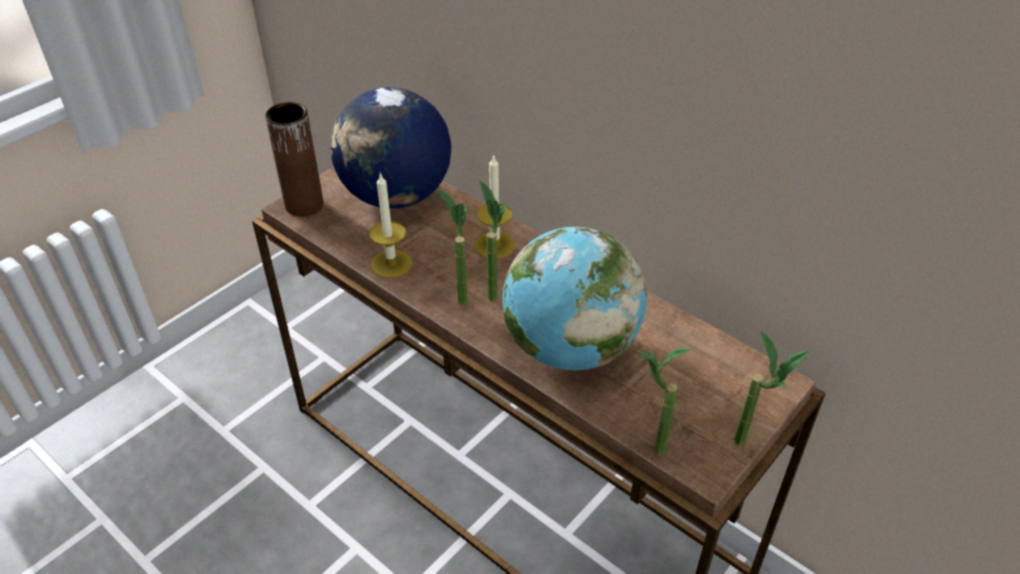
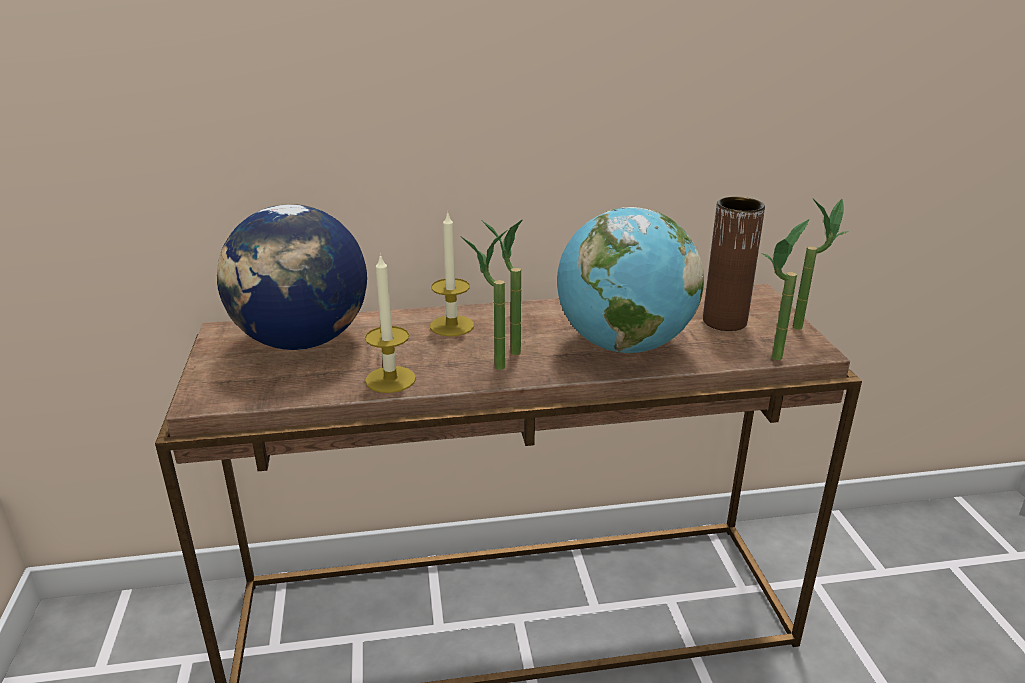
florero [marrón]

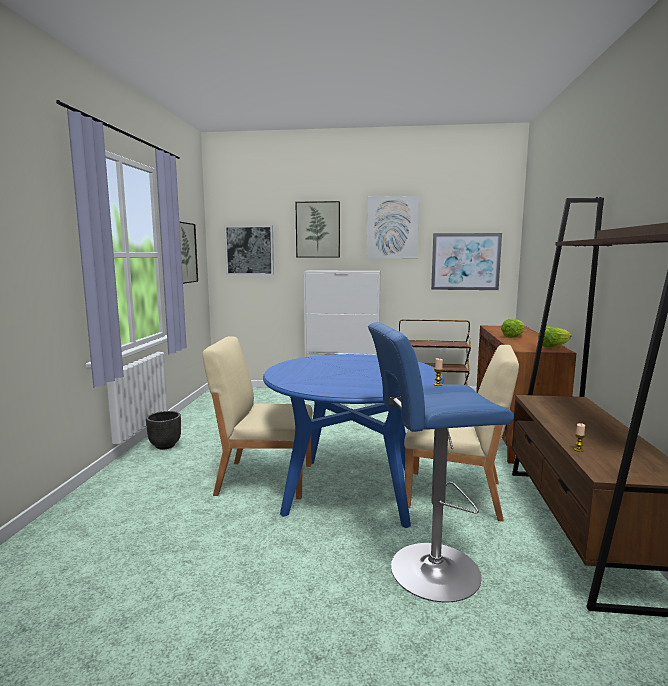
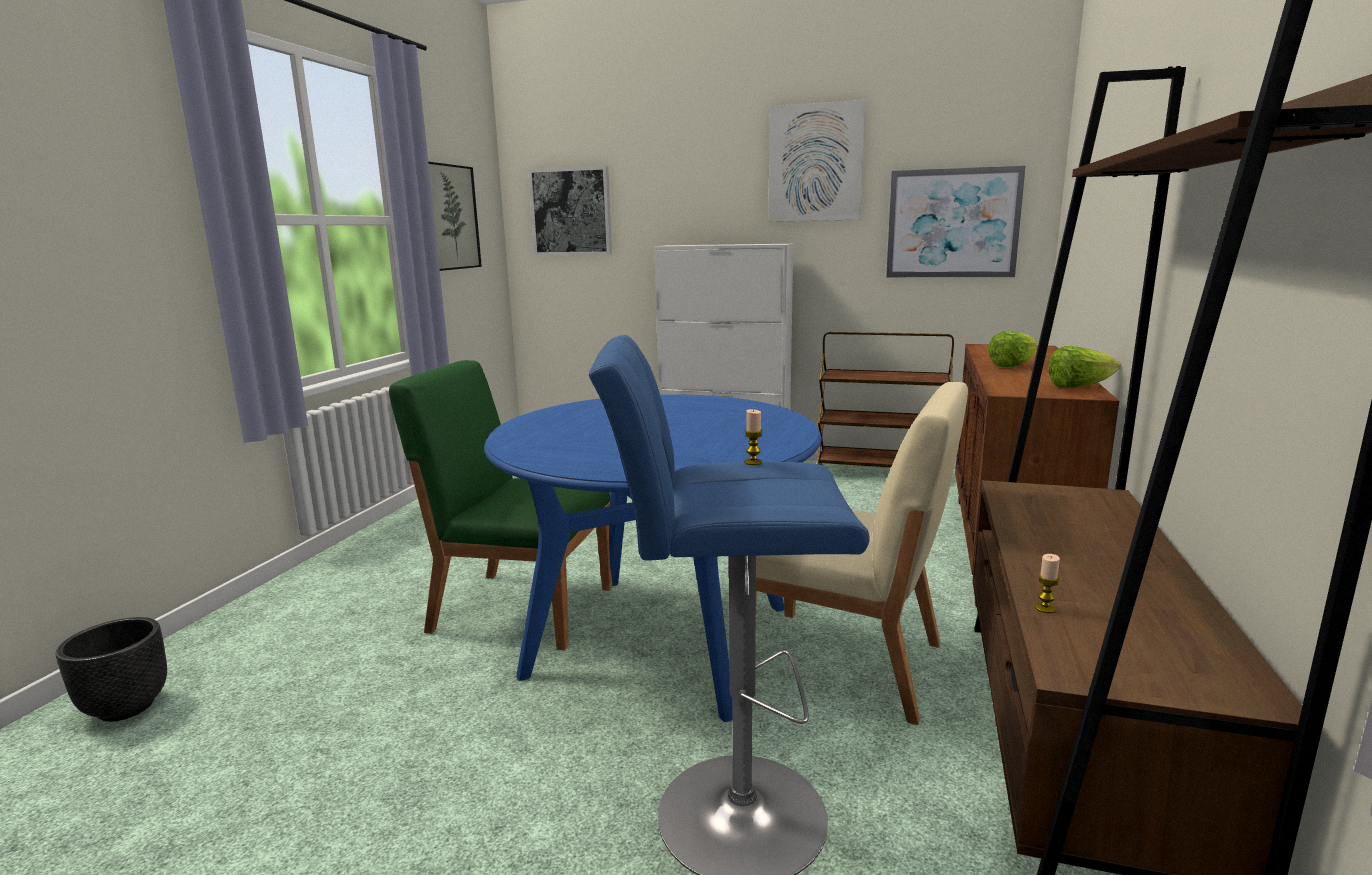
maceta [negro]
silla [verde]
cuadro (no. 3 from left in the first image)

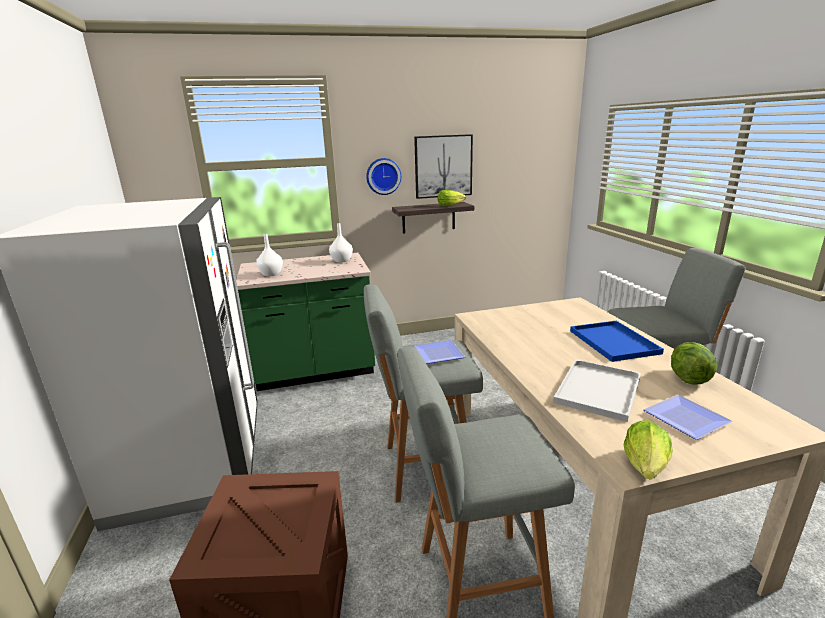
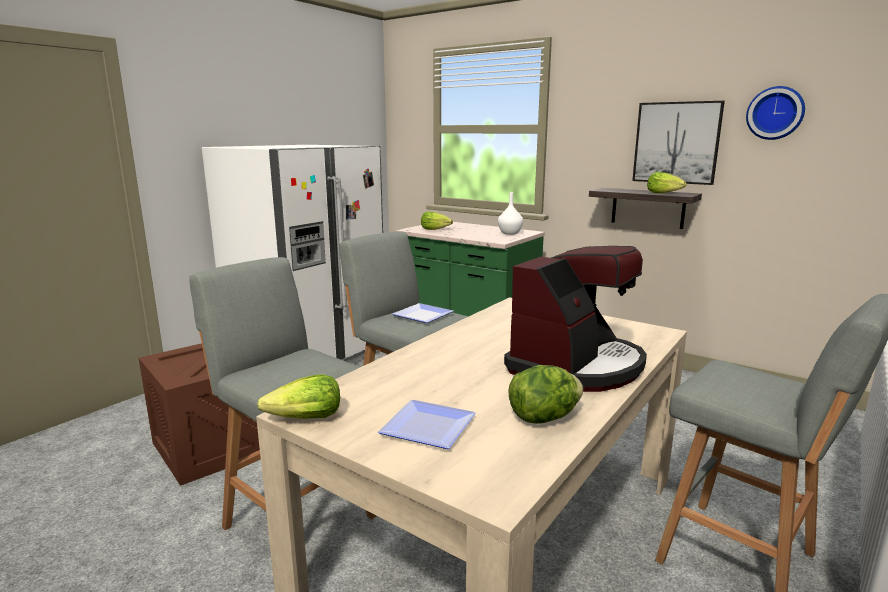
lechuga (no. 2 from left)
cafetera
reloj de pared
bandeja [blanco]

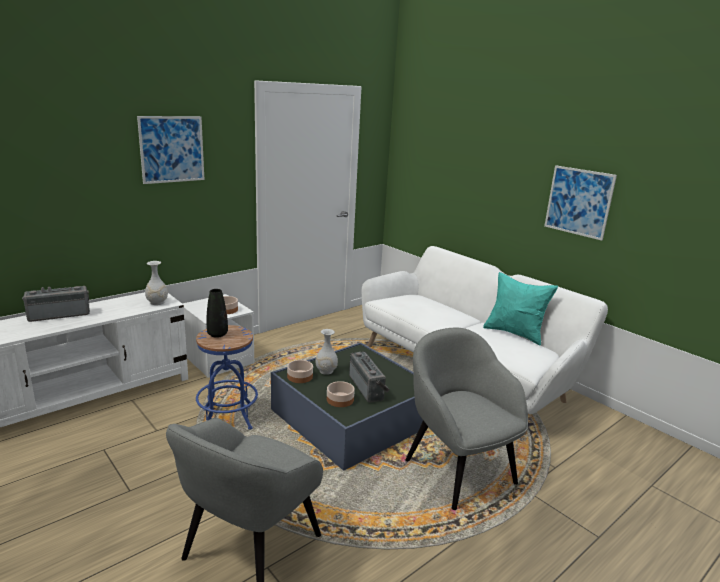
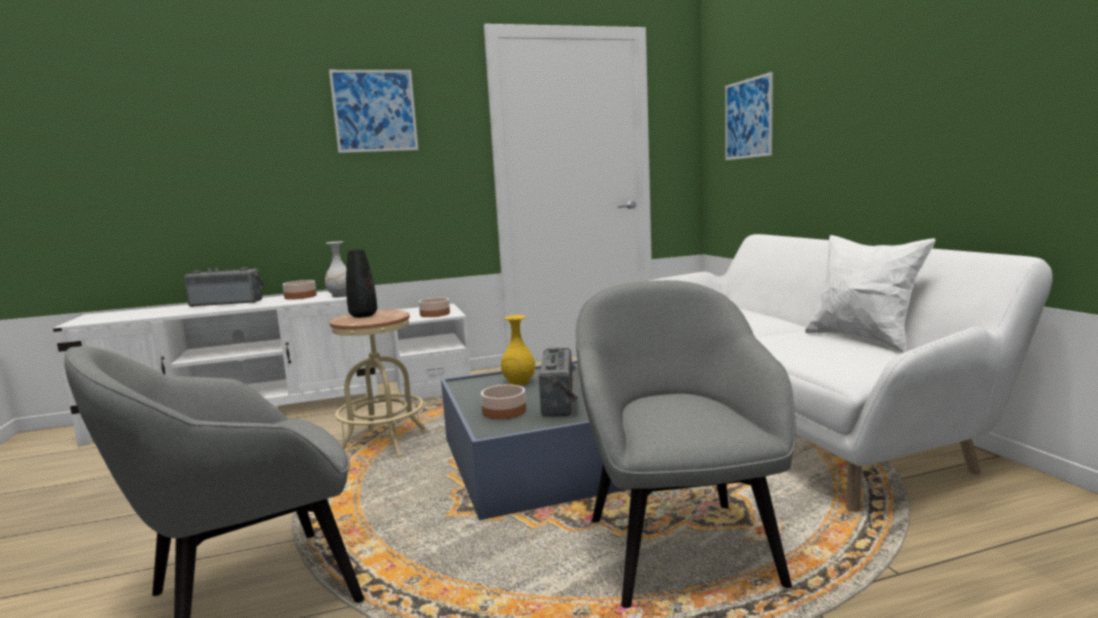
cuenco (no. 1 from left)
taburete [beis]
florero [amarillo]
cuadro (no. 2 from left)
cojín [blanco]

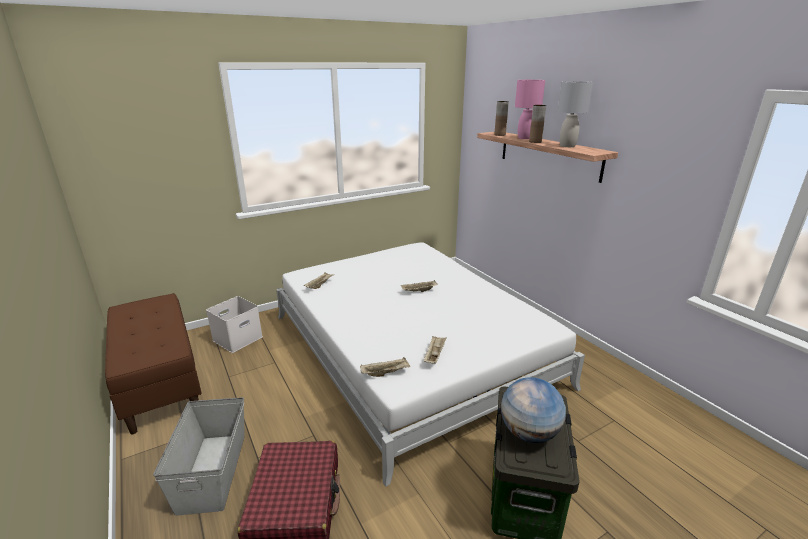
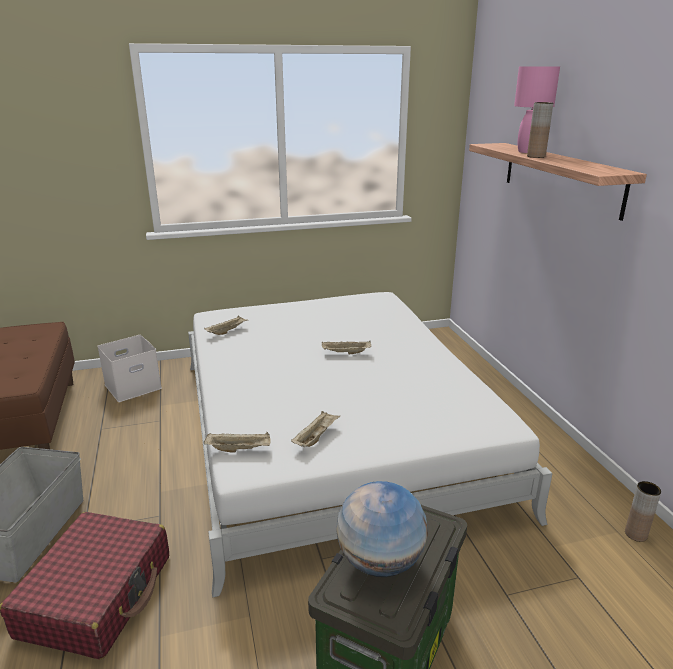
florero [marrón] (no. 2 from left)
lámpara de mesa [gris]

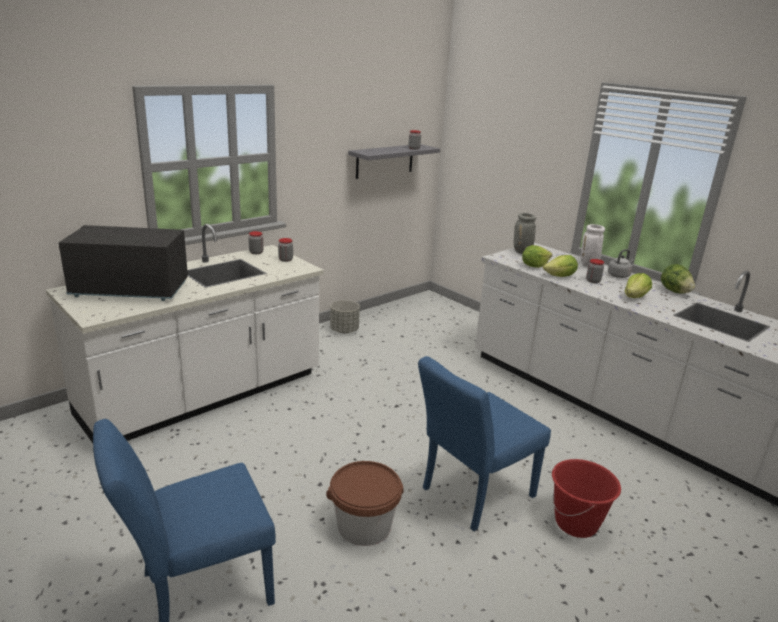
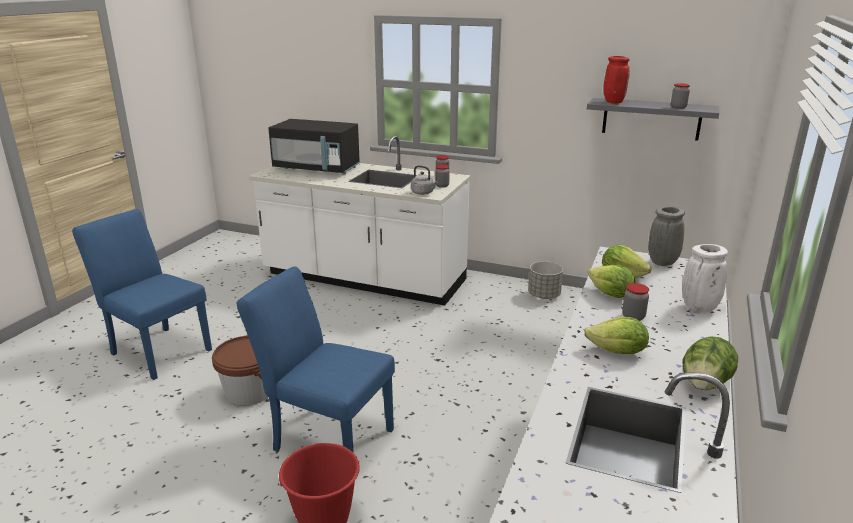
microondas [negro]
hervidor [gris]
florero [rojo]

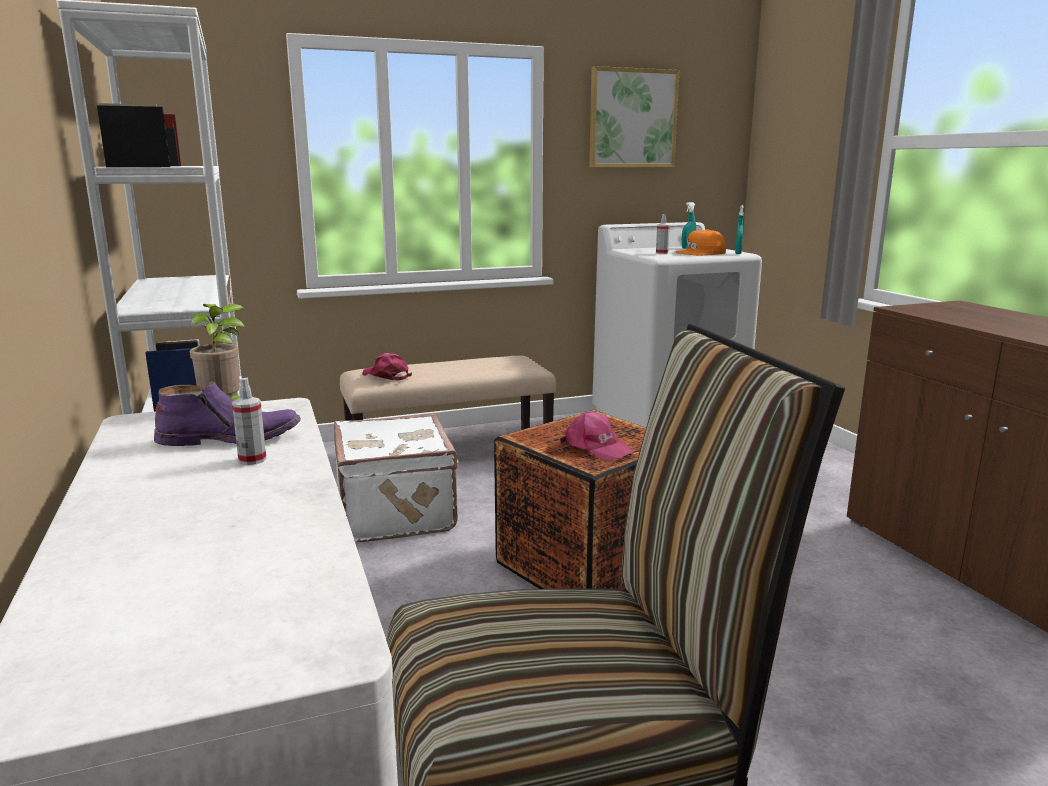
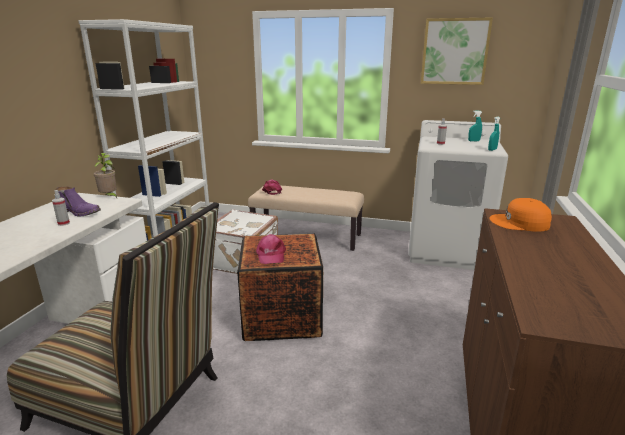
gorra [naranja]

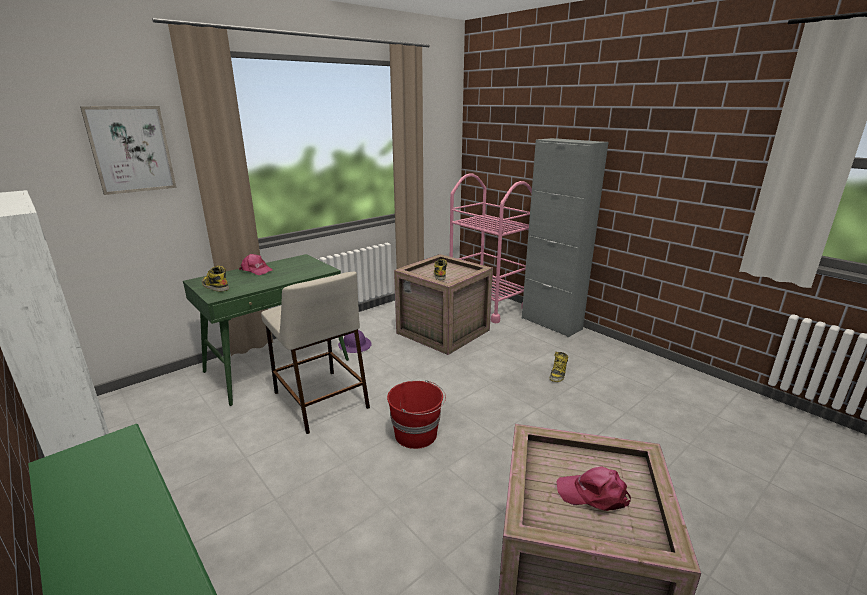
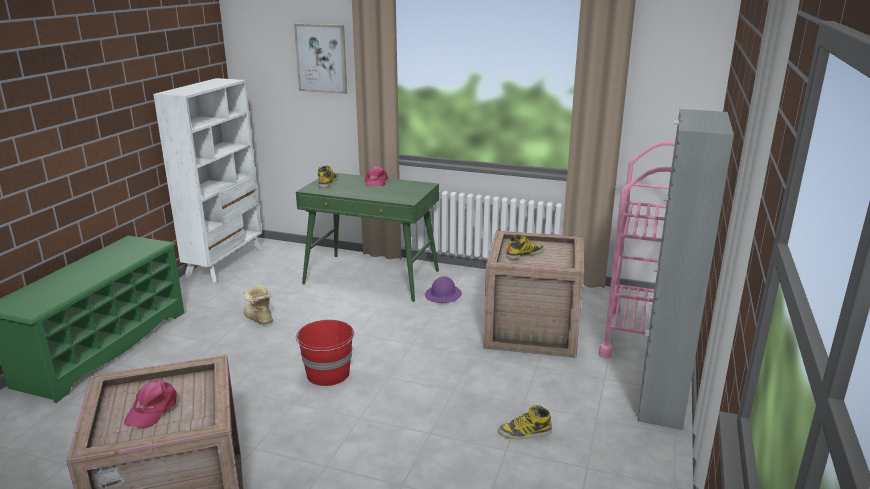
gorra [rosa] (no. 1 from left)
bota (no. 1 from left)
taburete [beis]

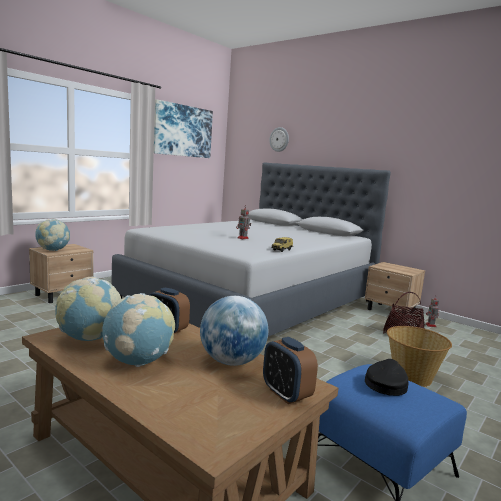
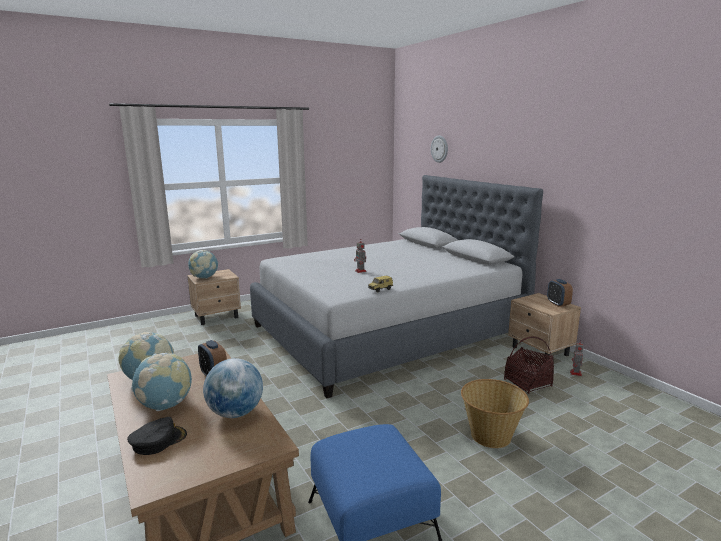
gorra [negro]
despertador (no. 2 from left)
cuadro

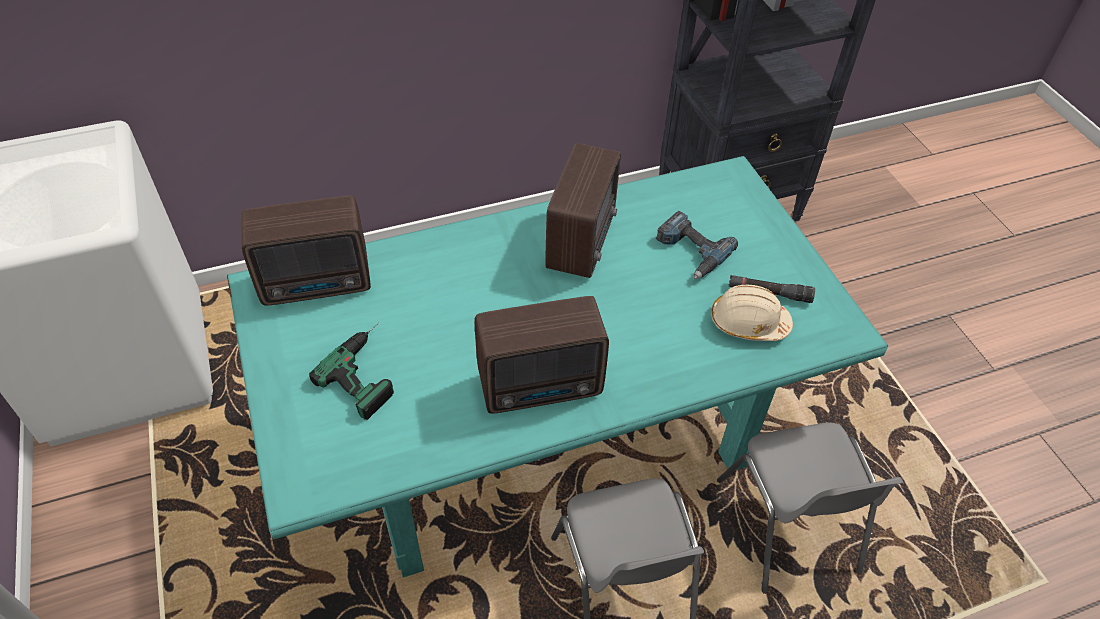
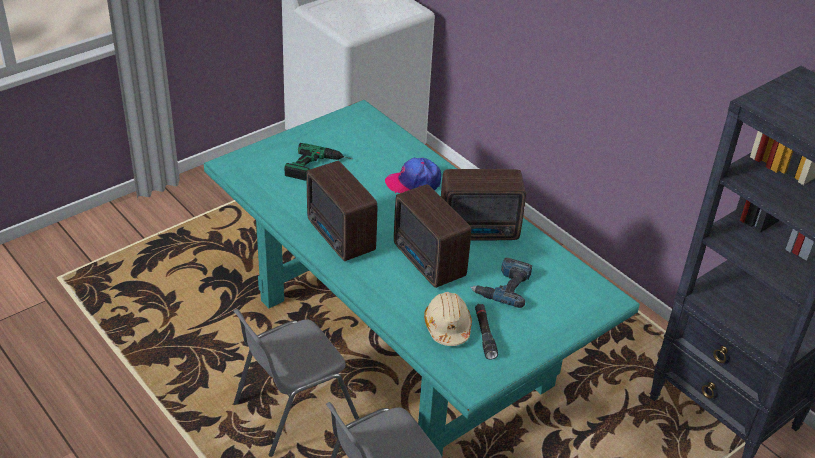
gorra
radio (no. 2 from left)

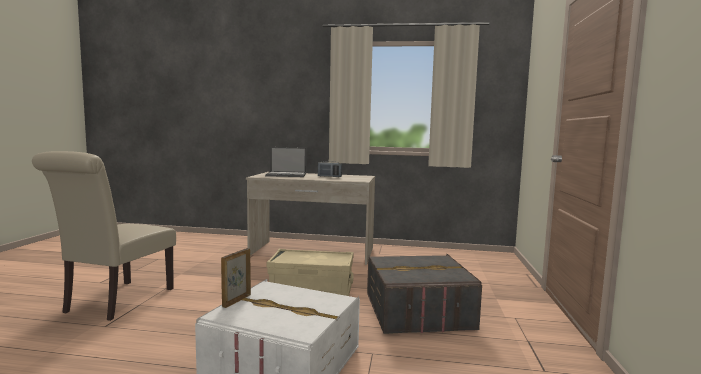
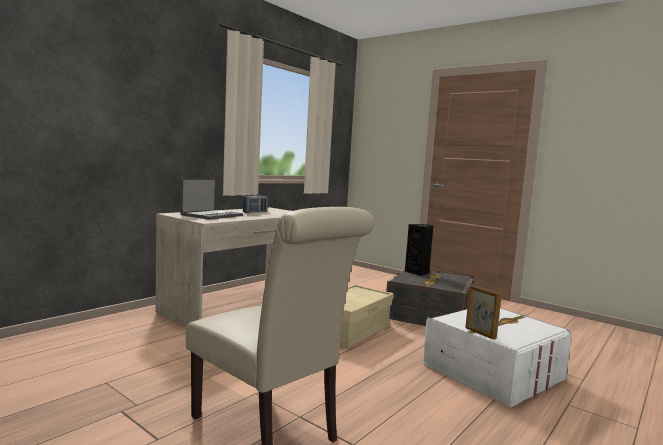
altavoz [negro]

